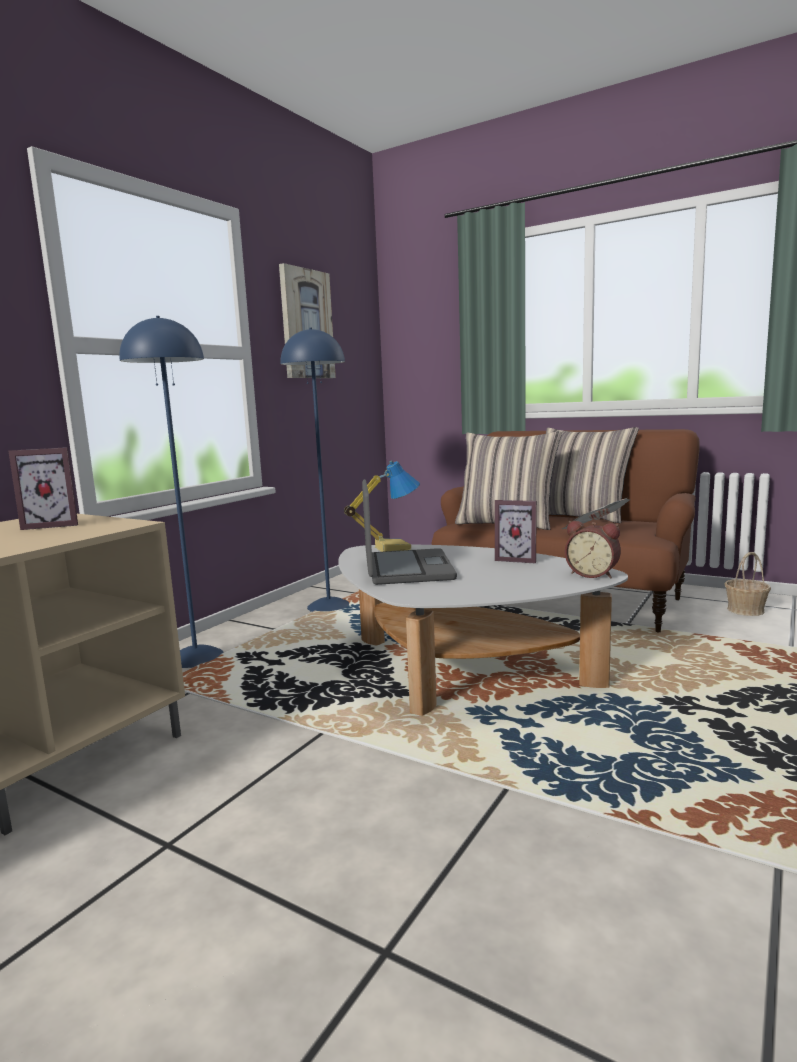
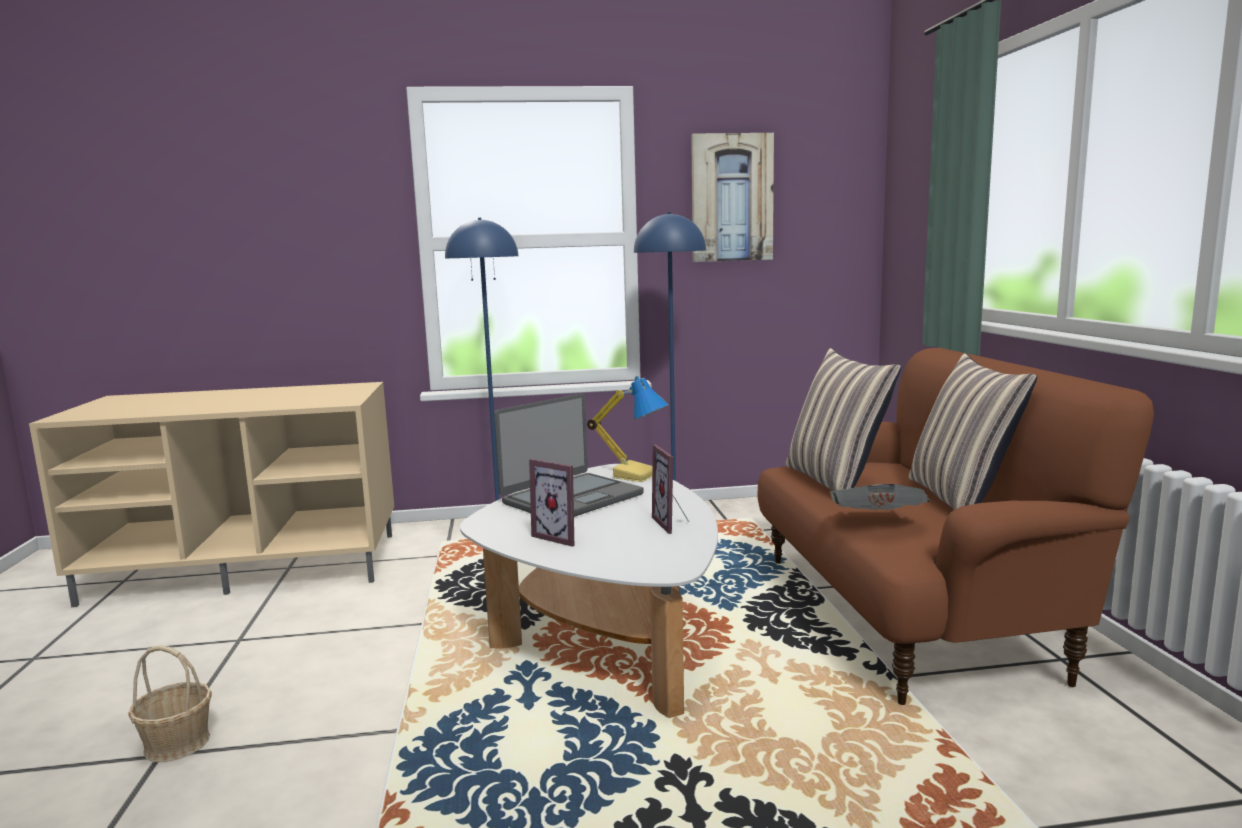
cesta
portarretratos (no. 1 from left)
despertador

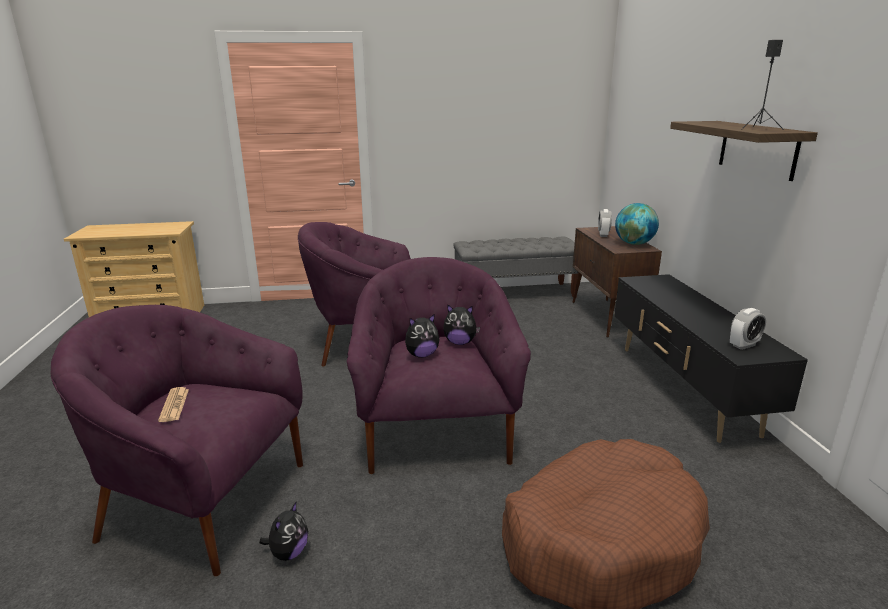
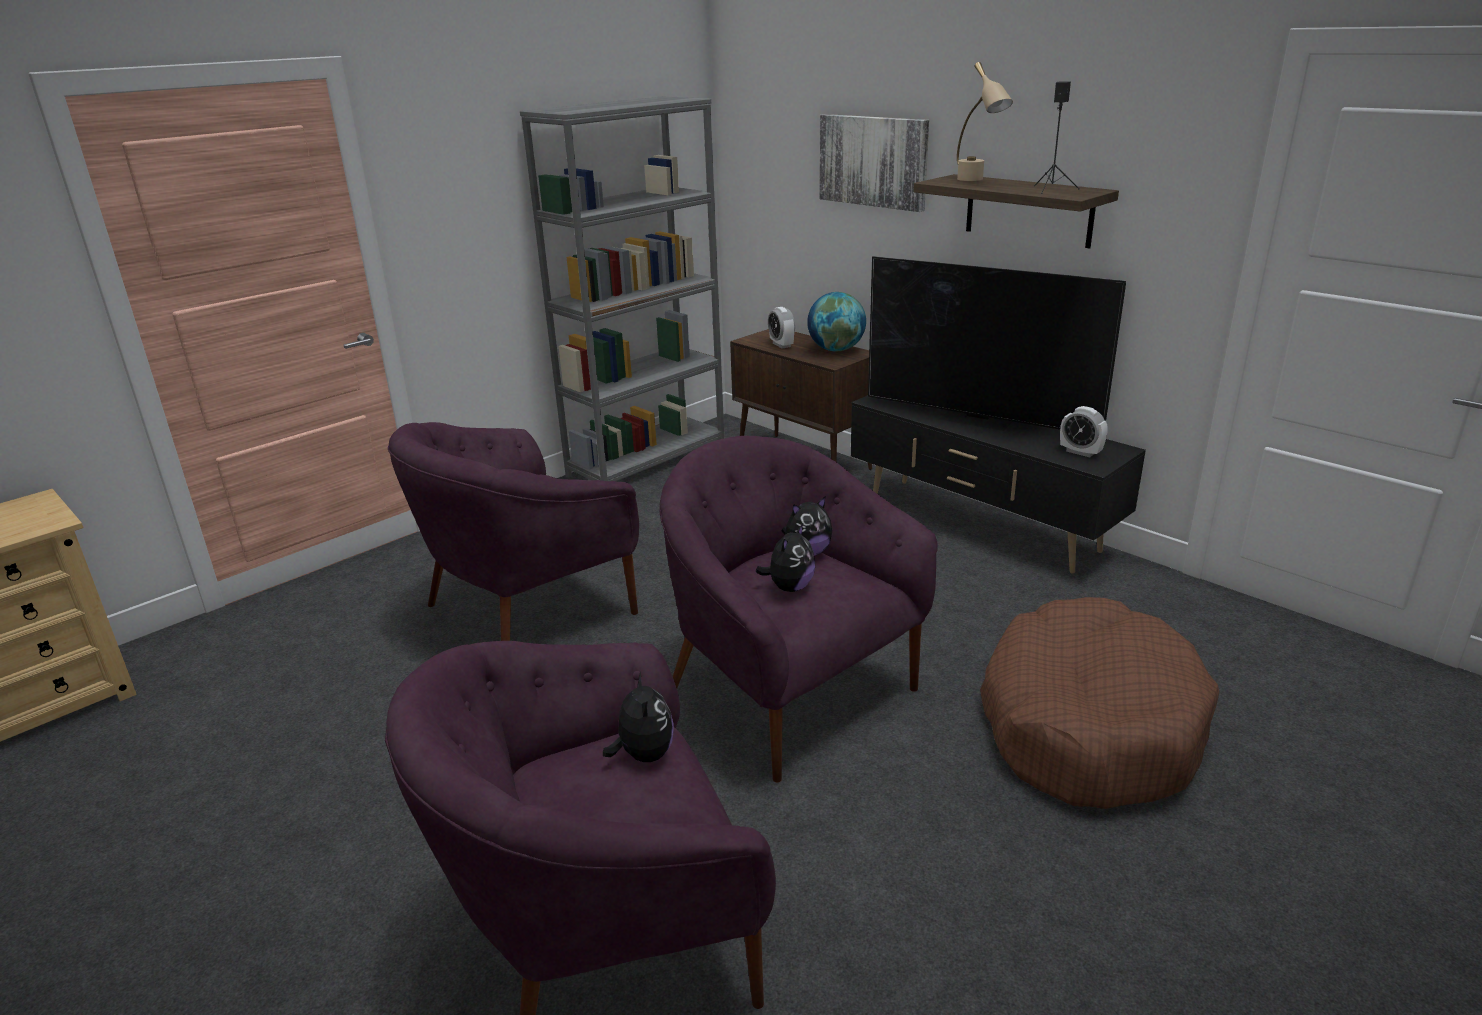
estantería [gris]
peluche (no. 1 from left)
cuadro
televisor
lámpara de mesa [beis]
despertador (no. 2 from left)
periódico

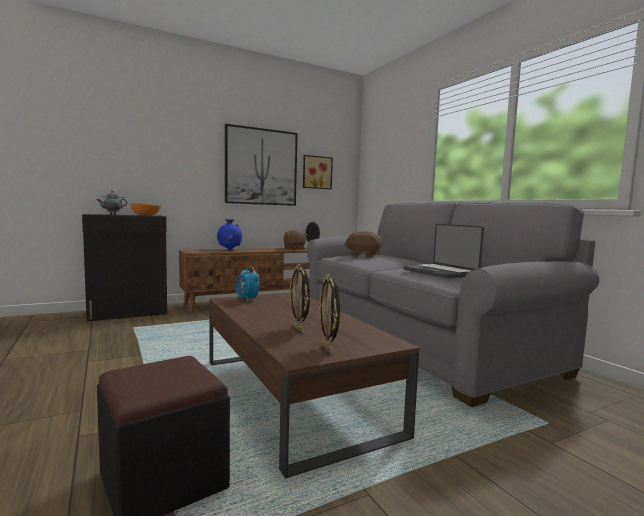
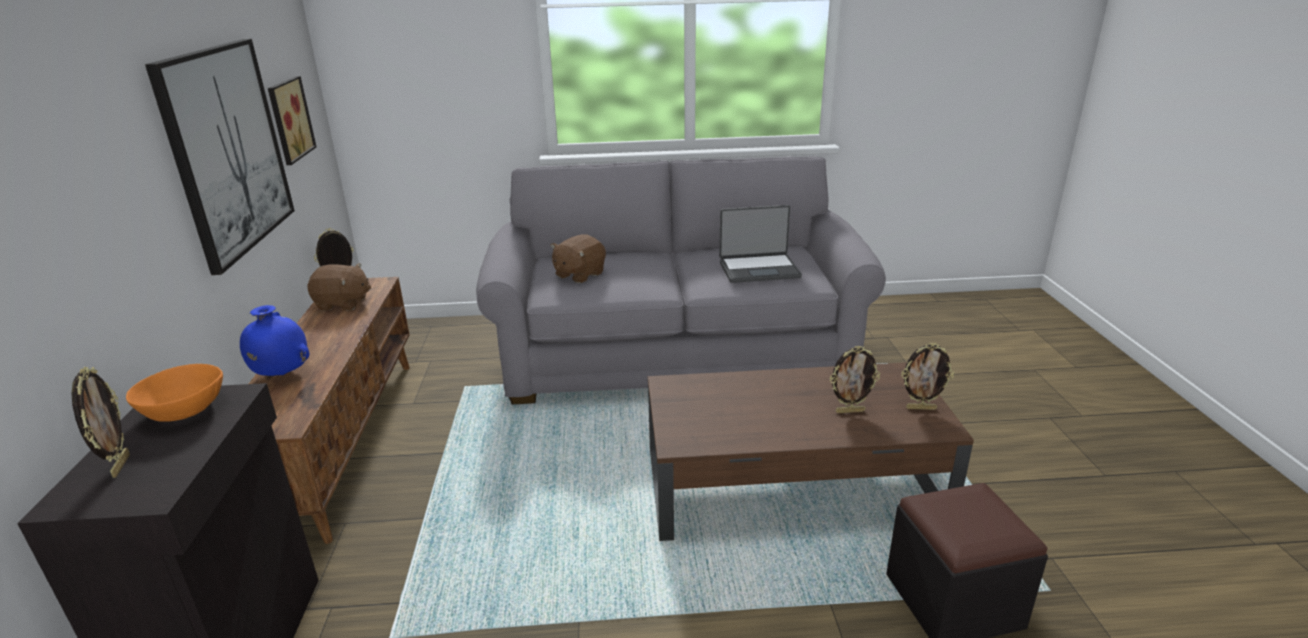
portarretratos (no. 1 from left)
despertador

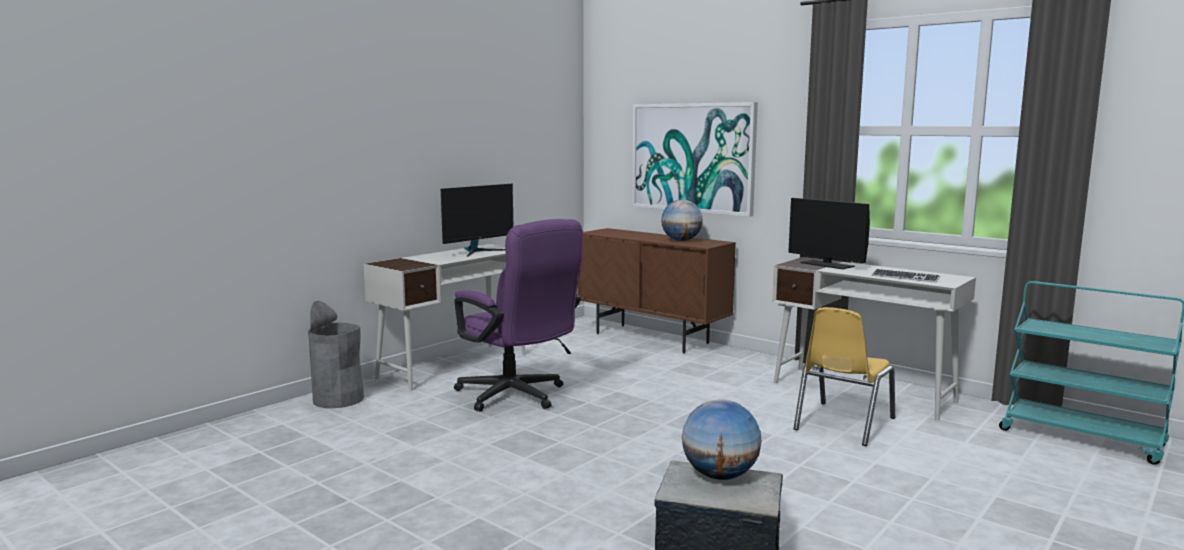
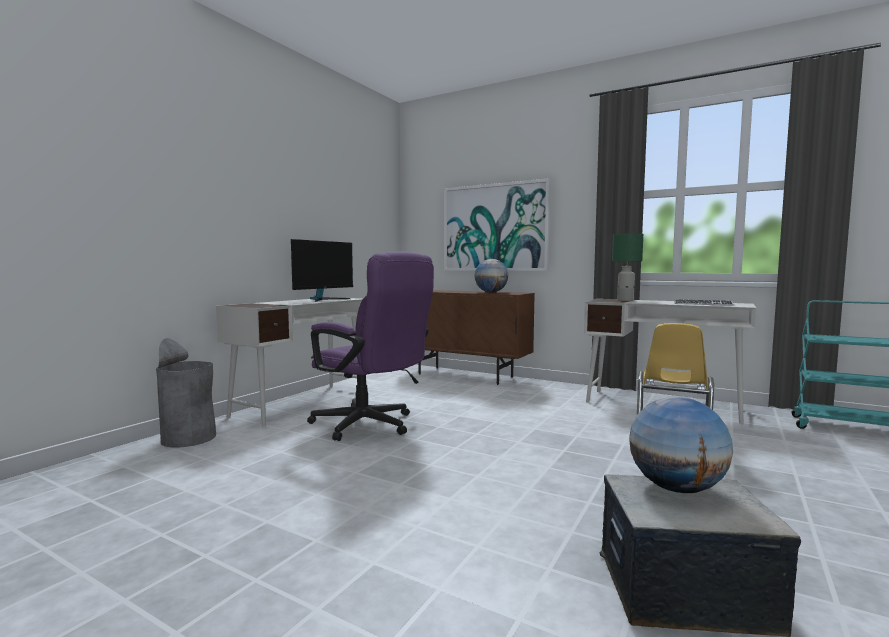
lámpara de mesa [verde]

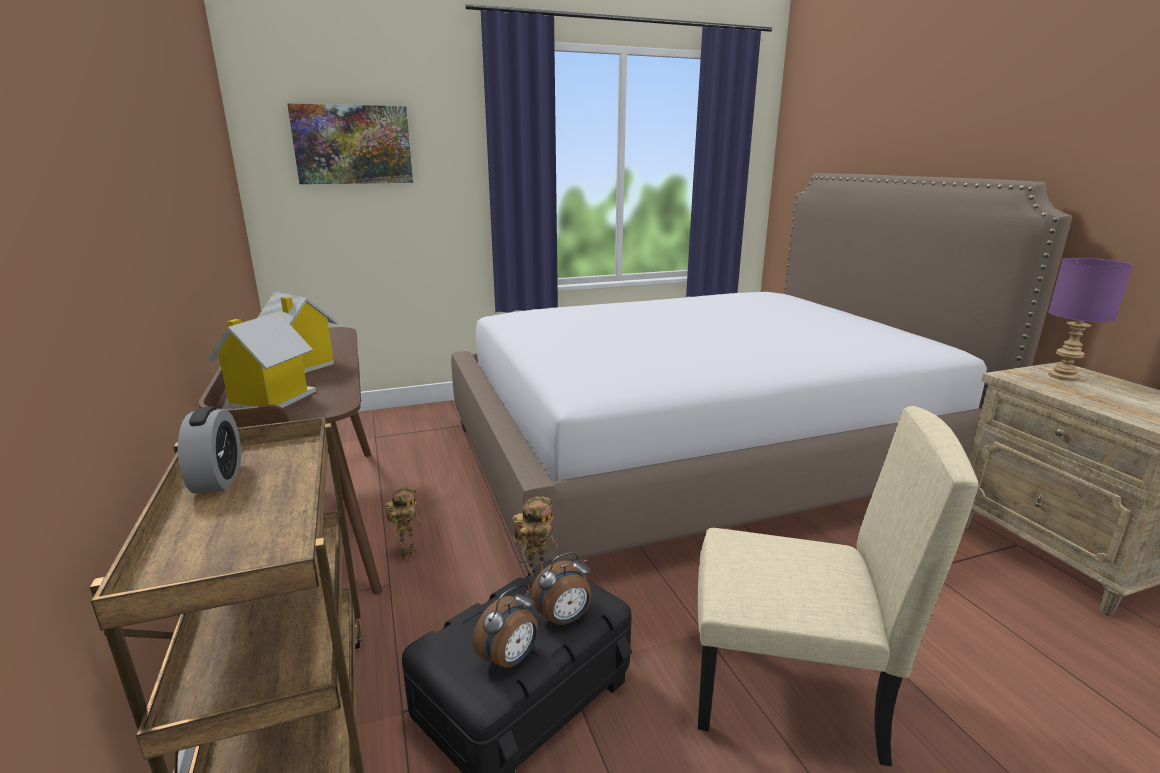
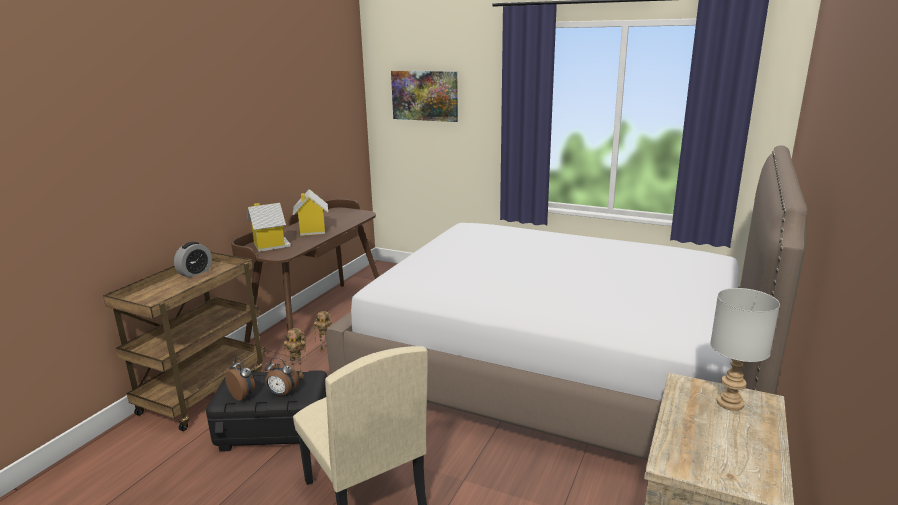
despertador (no. 2 from left)
lámpara de mesa [gris]

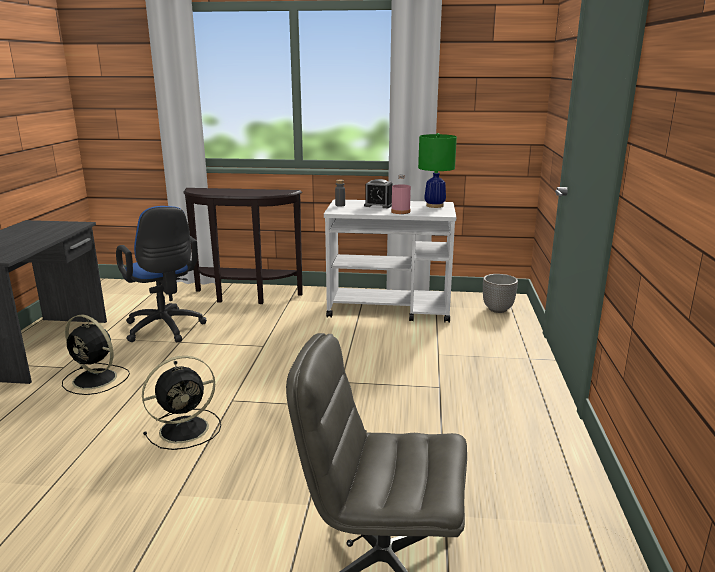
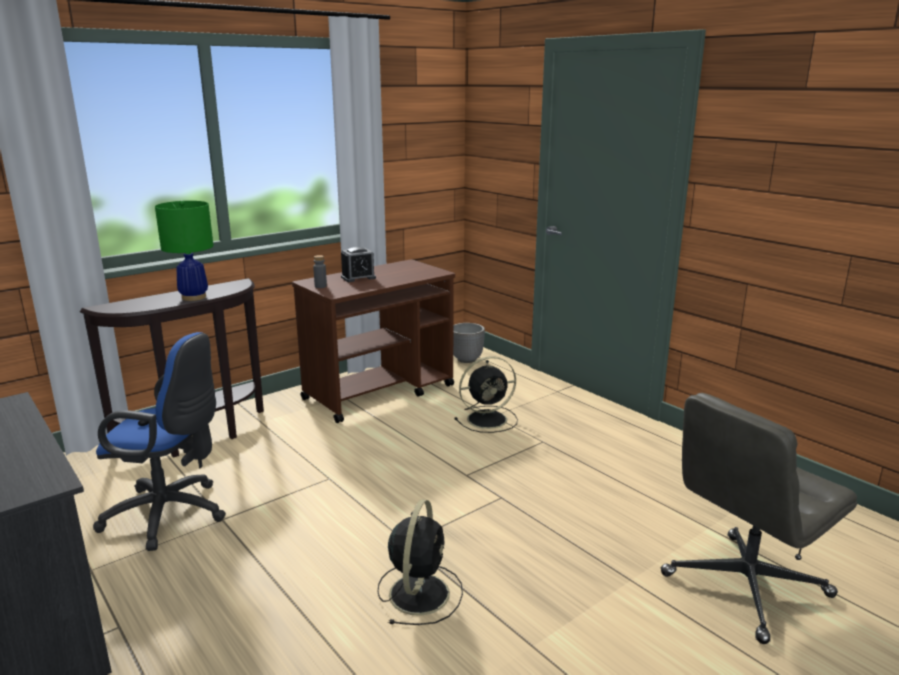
lámpara de mesa [verde]
carrito [marrón]
ventilador [negro] (no. 2 from left)
botella [rosa]

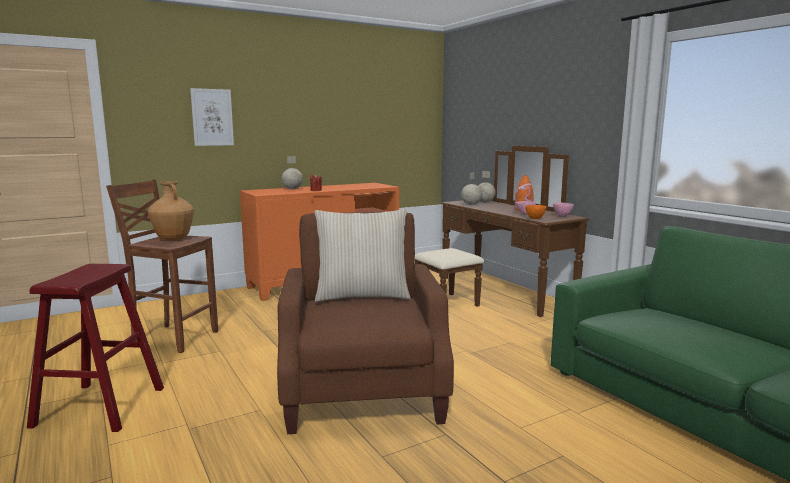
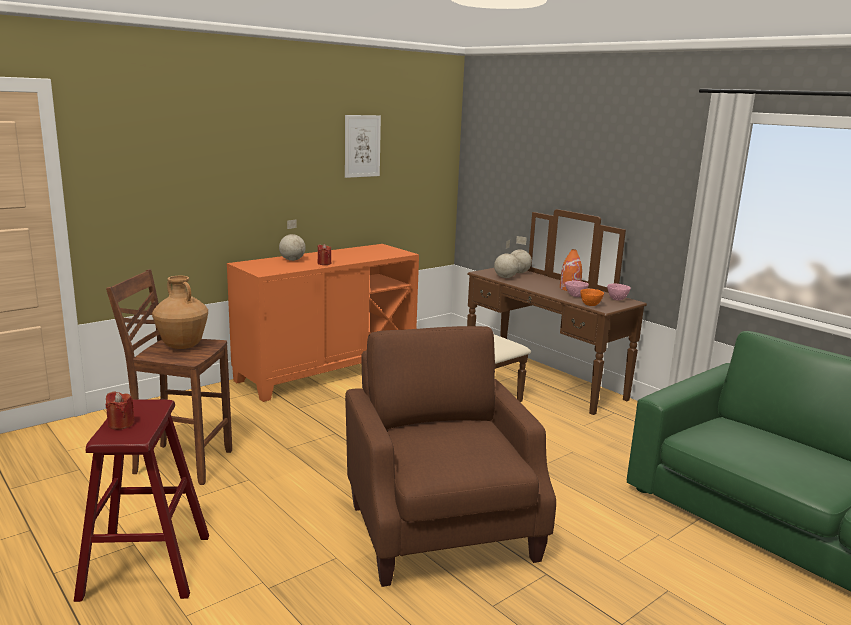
vela [rojo] (no. 1 from left)
cuadro
cojín [beis]

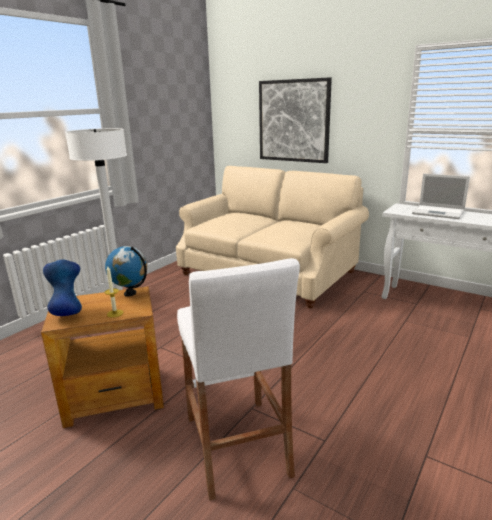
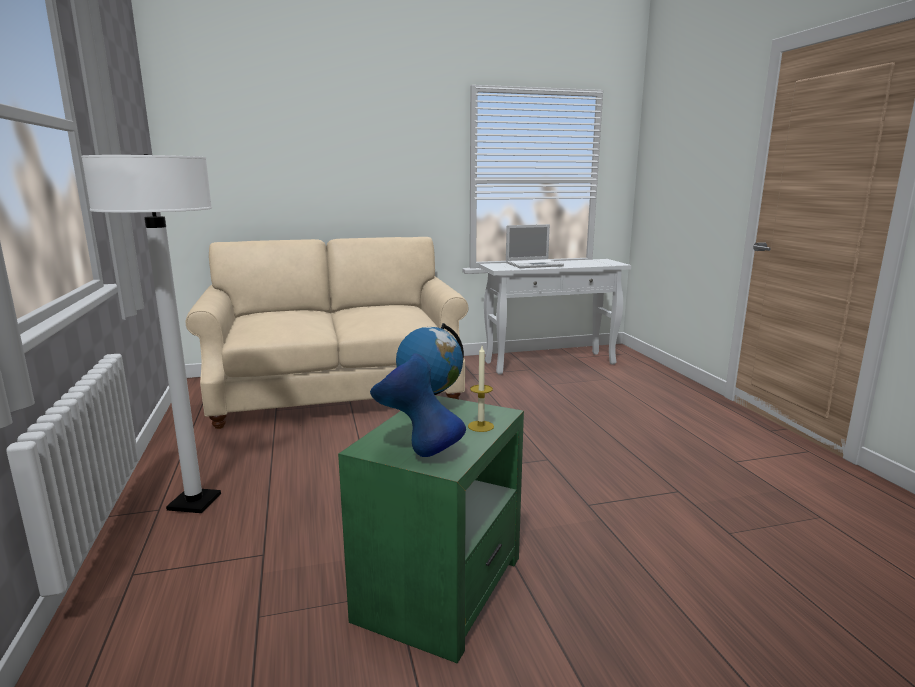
mesa auxiliar [verde]
taburete [blanco]
cuadro

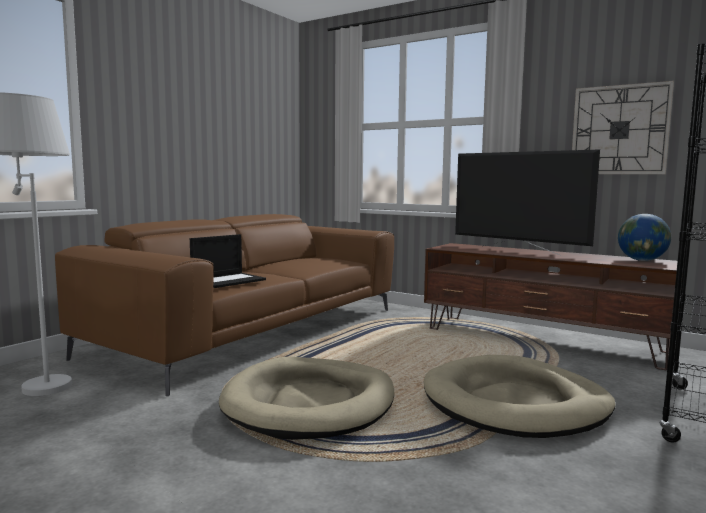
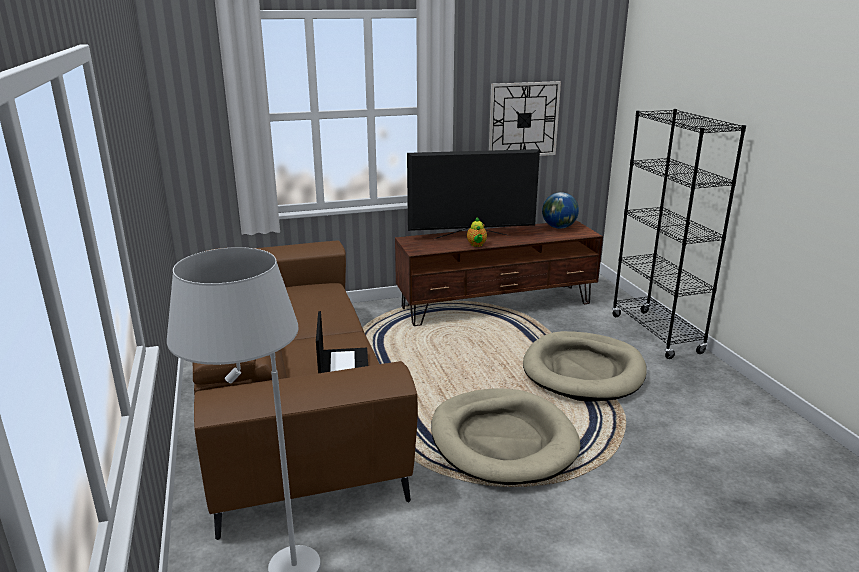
tetera

